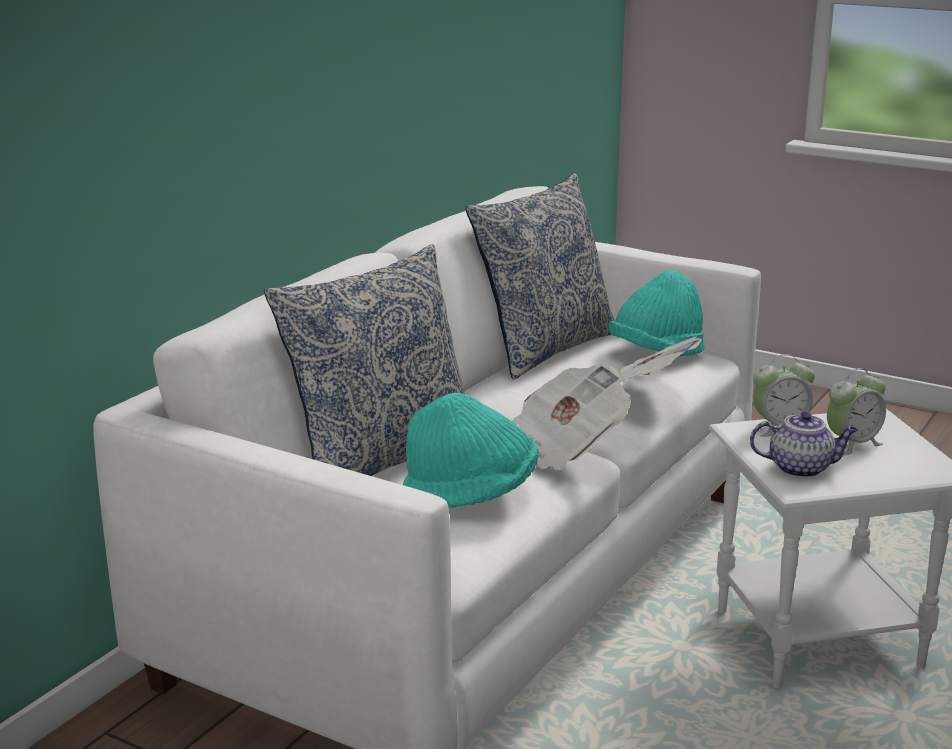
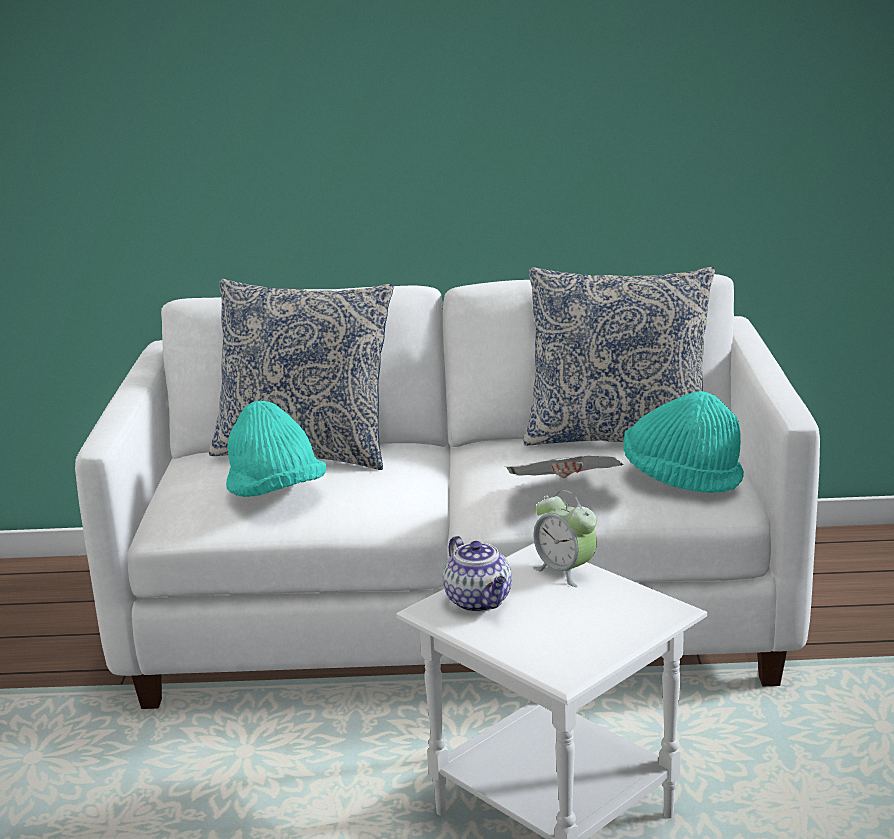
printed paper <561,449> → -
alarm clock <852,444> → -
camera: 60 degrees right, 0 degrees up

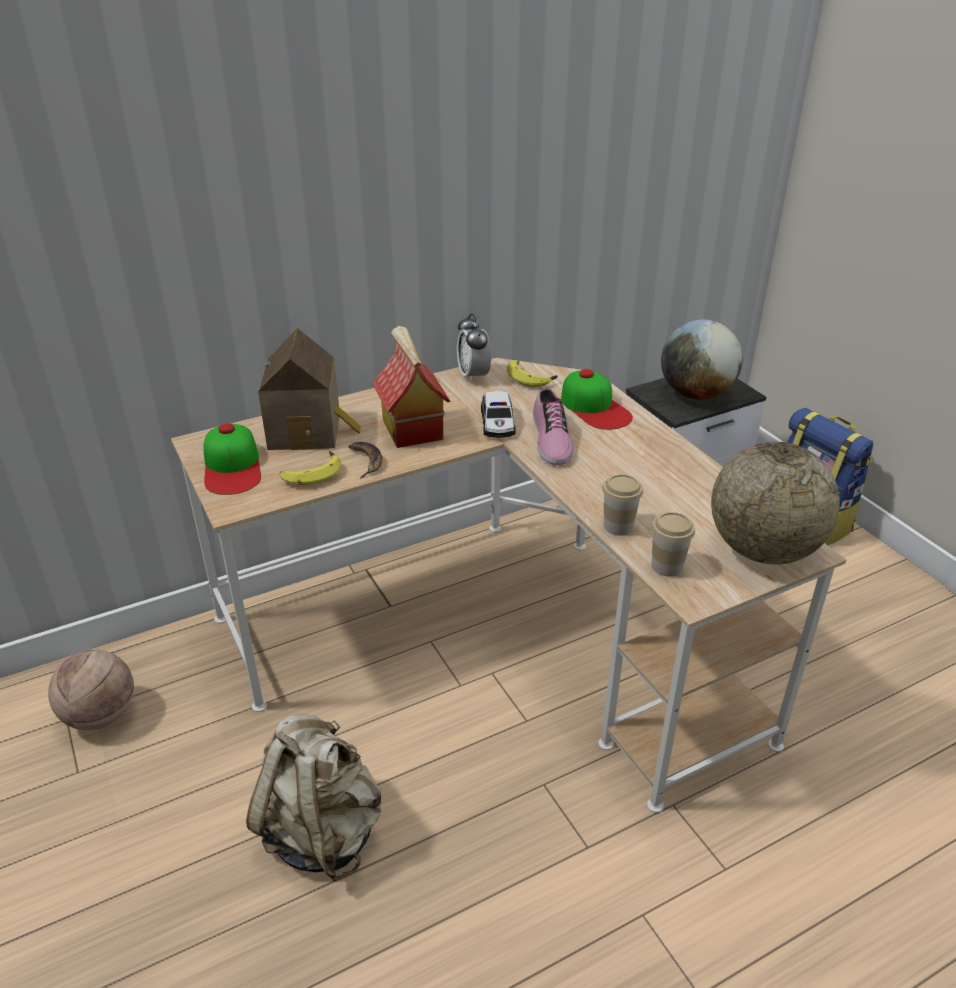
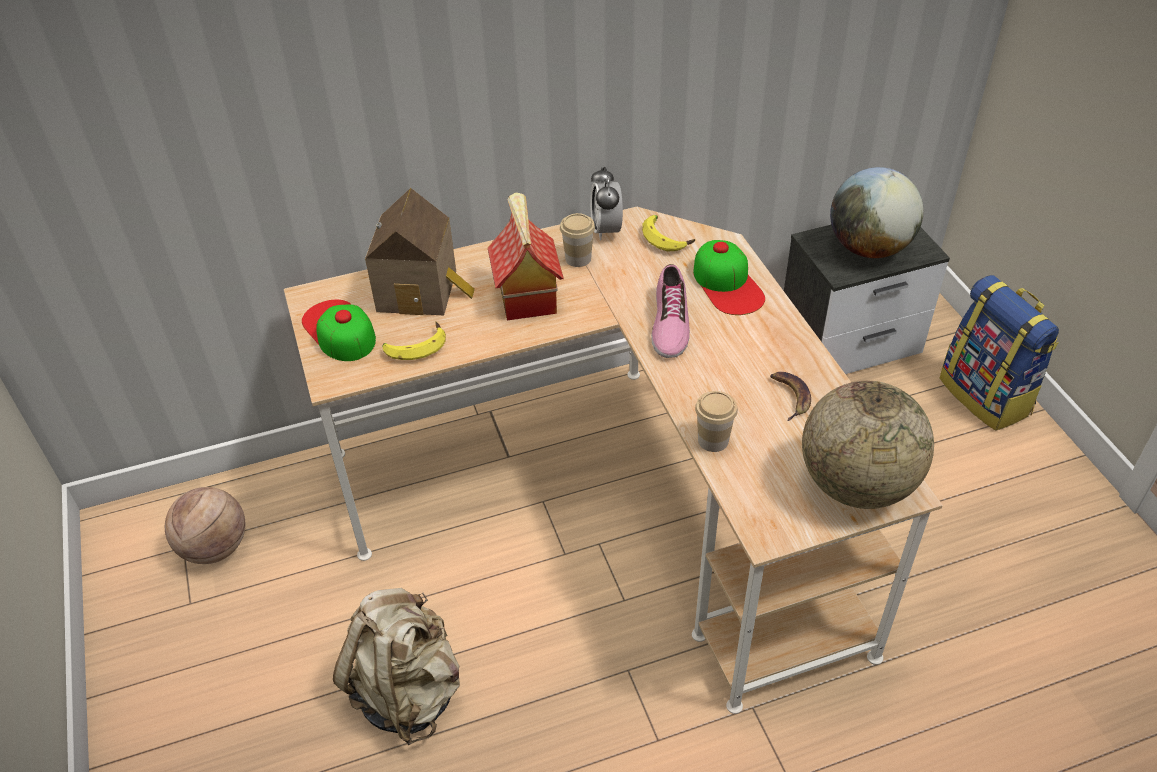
miniature car <497,423> → -
cap <232,467> → cap <339,330>, 150 degrees clockwise
banana <365,461> → banana <790,396>, move
cup <667,566> → cup <578,258>, move
camera: 10 degrees right, 10 degrees up

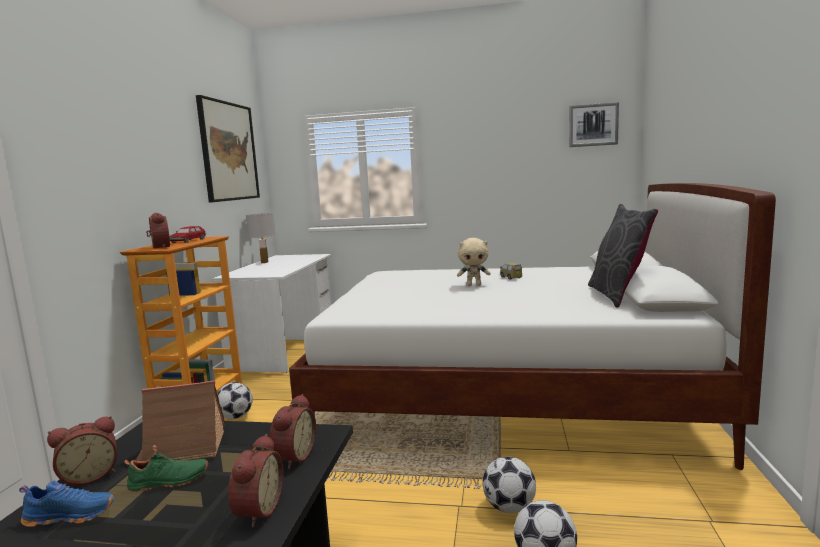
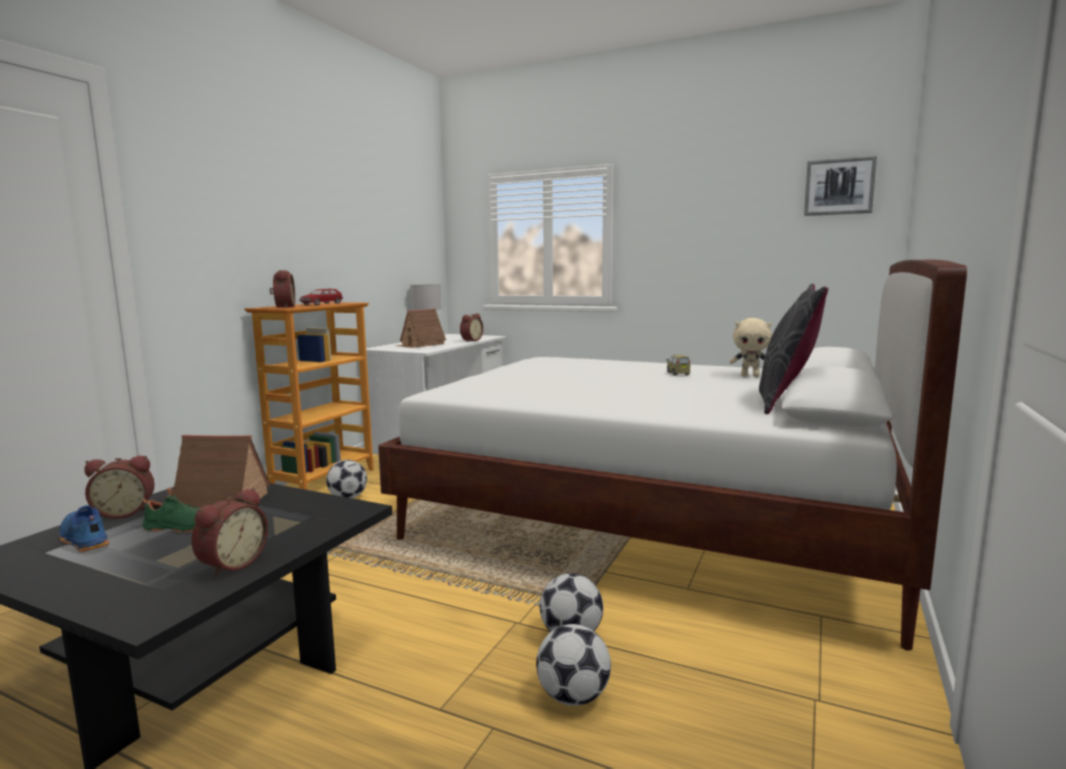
wall picture <228,151> → -
sand-coloured plush toy <474,285> → sand-coloured plush toy <750,376>, move
alarm clock <292,457> → alarm clock <470,340>, move
blue-coloured item of footwear <71,515> → blue-coloured item of footwear <83,540>, 150 degrees counterclockwise
- → model house <421,345>
camera: 15 degrees right, 0 degrees up

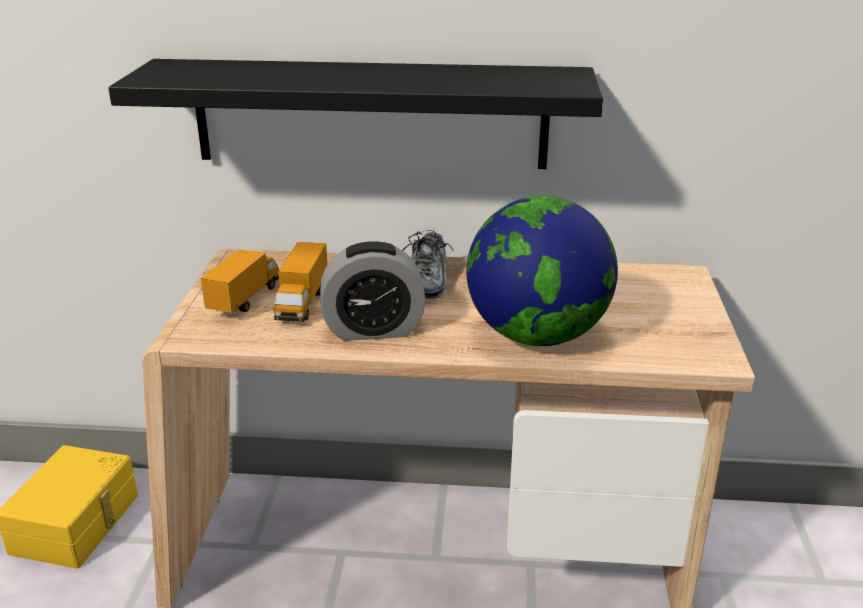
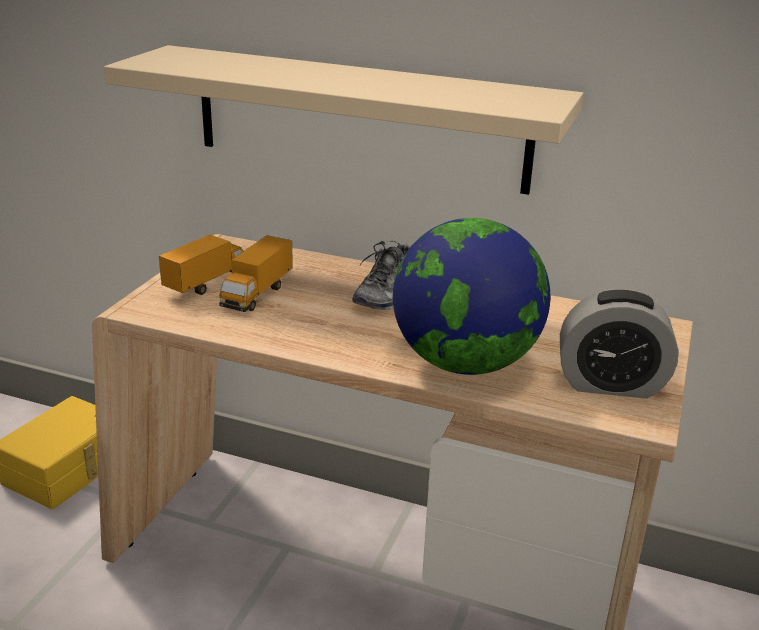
black bracket shelf <370,114> → sand-coloured bracket shelf <359,118>
alarm clock <373,330> → alarm clock <610,384>, move
camera: 15 degrees right, 0 degrees up

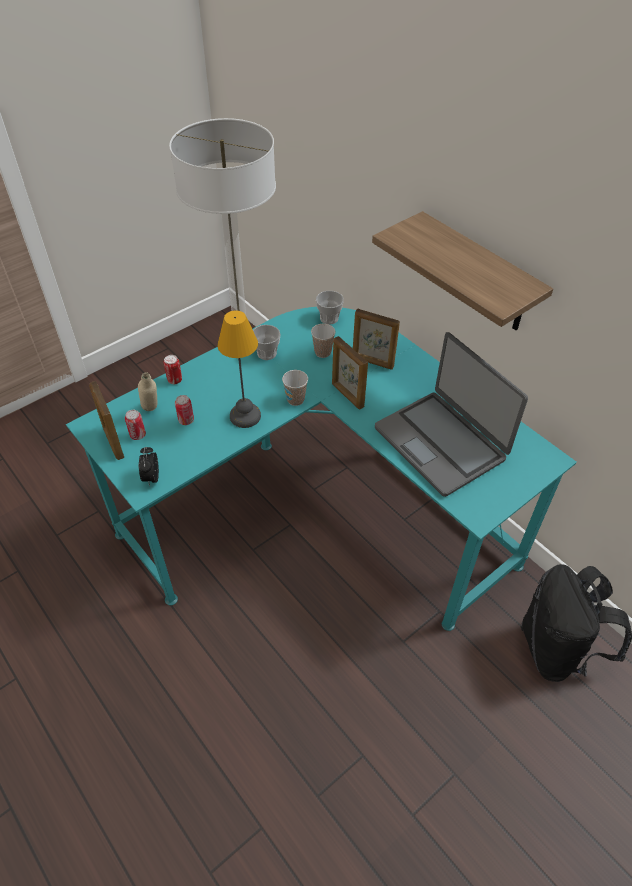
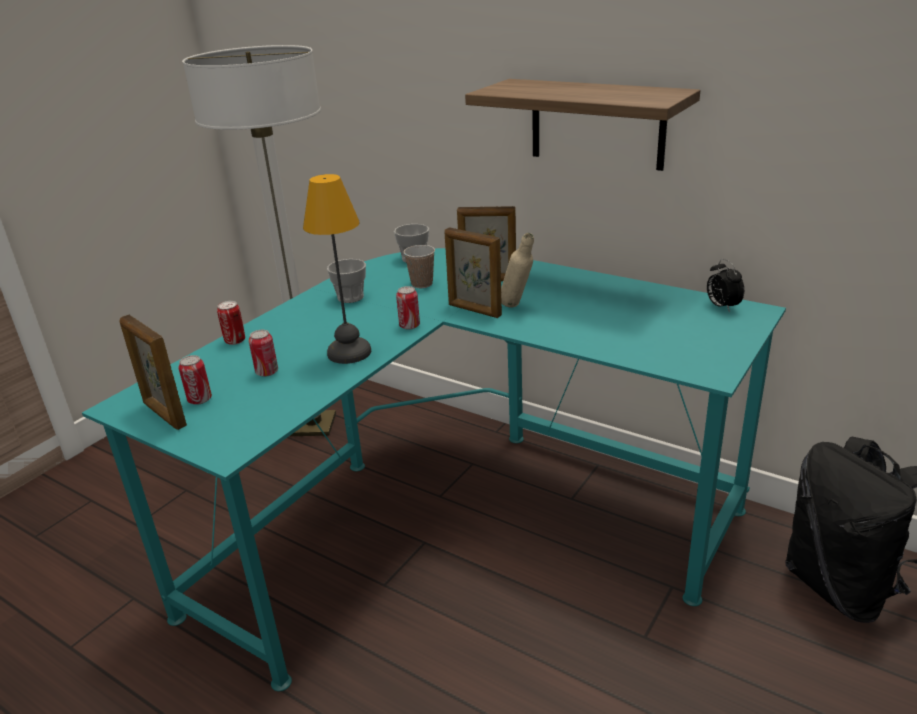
laptop <441,442> → -
cup <295,399> → metal can <409,326>
sand-coloured drink bottle <152,412> → sand-coloured drink bottle <517,307>, move
alarm clock <151,477> → alarm clock <721,307>, move
camera: 15 degrees left, 20 degrees down

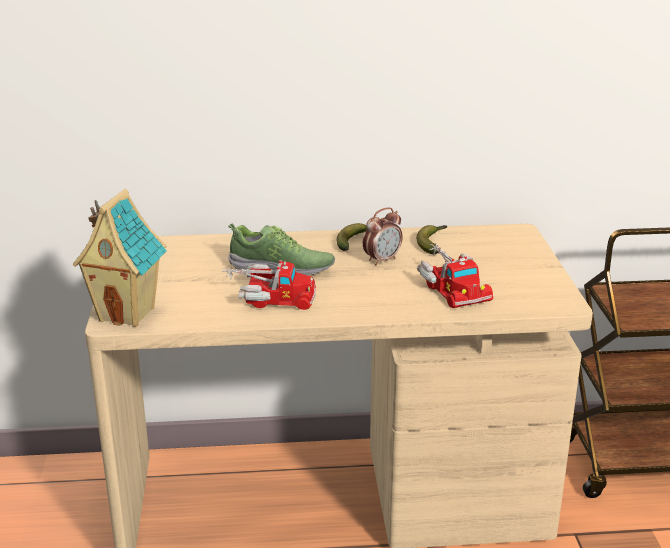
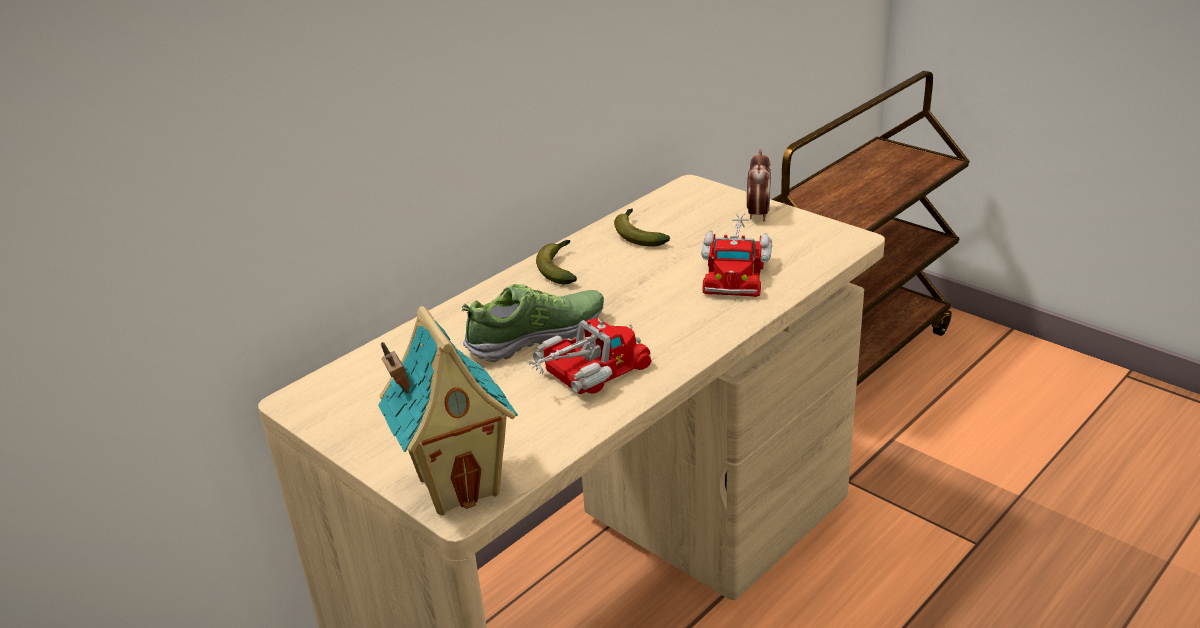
alarm clock <382,260> → alarm clock <758,214>, move
toy lorry <452,287> → toy lorry <735,271>, 75 degrees clockwise
camera: 40 degrees left, 5 degrees up

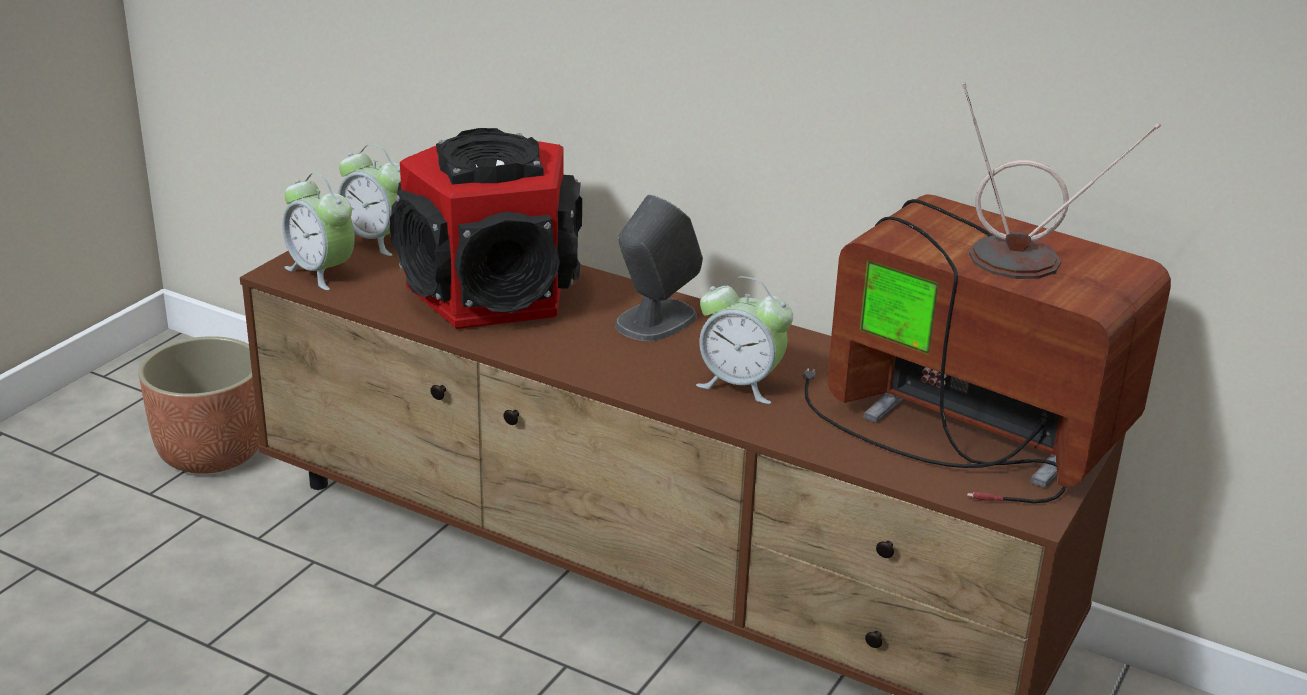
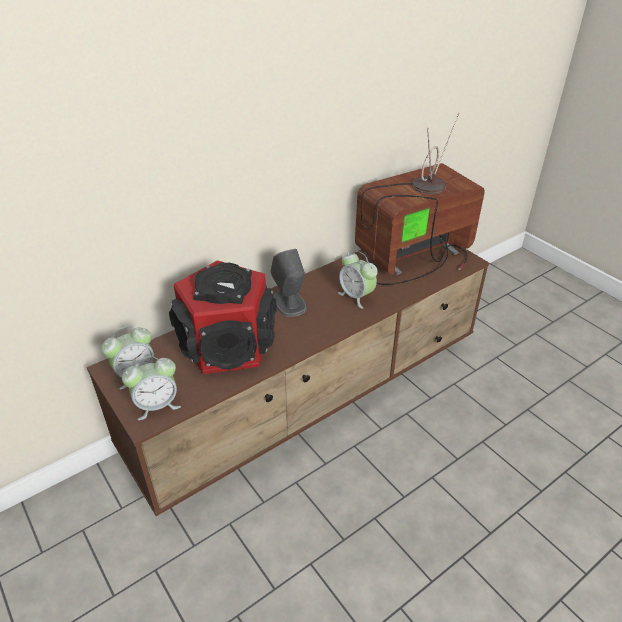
alarm clock <740,384> → alarm clock <356,296>, 90 degrees clockwise
flower pot <212,452> → -
camera: 65 degrees left, 10 degrees up

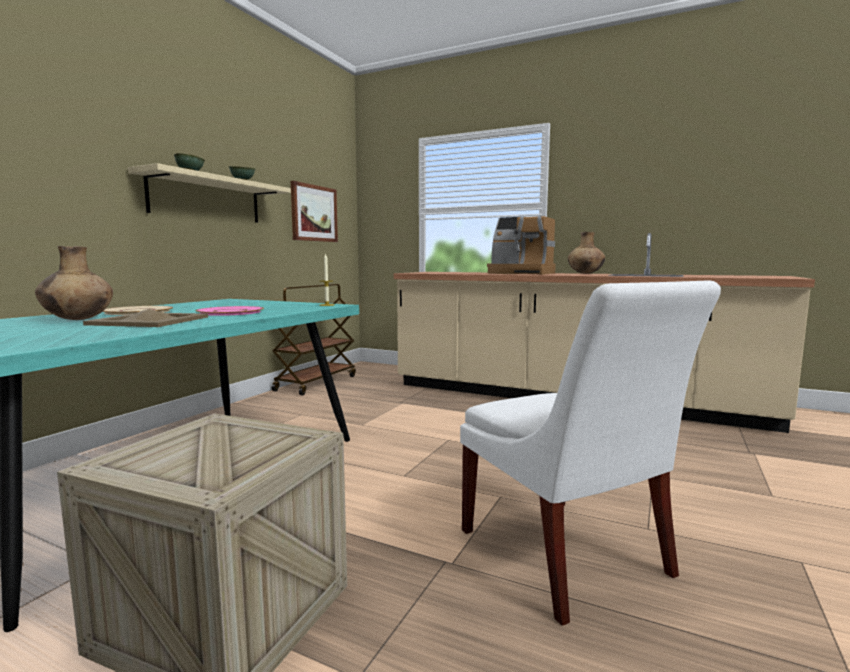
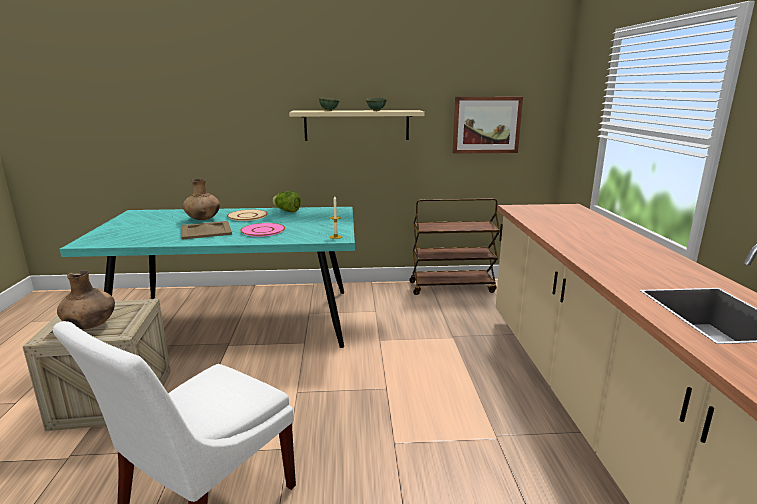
coffee machine <521,273> → -
brown-coloured flower vase <585,273> → brown-coloured flower vase <91,326>, move
- → lettuce <287,211>
camera: 60 degrees right, 10 degrees up

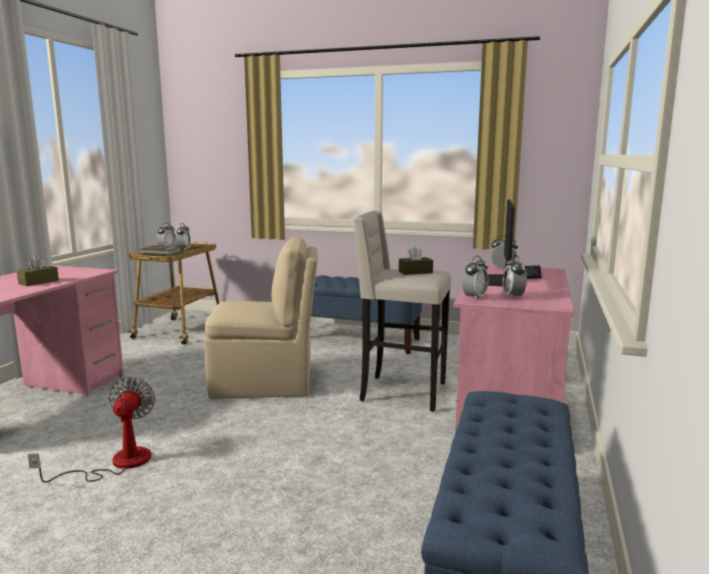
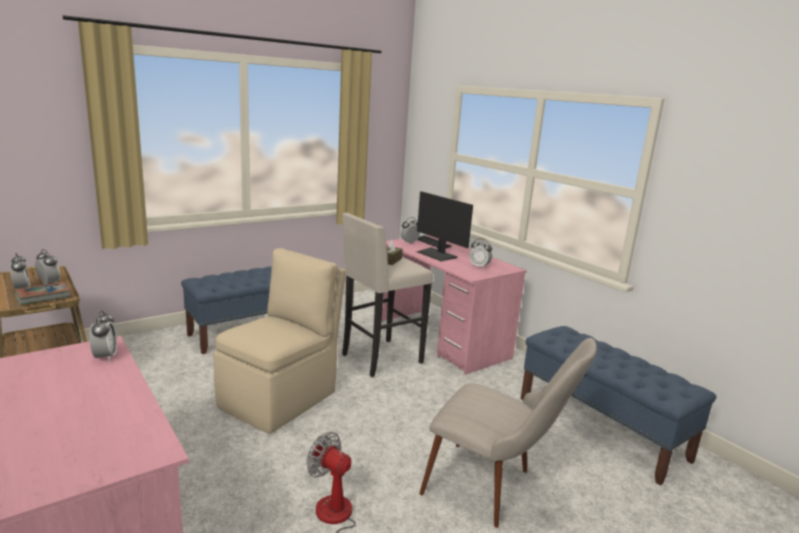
brown-coloured tissue box <38,282> → -
alarm clock <474,298> → alarm clock <105,357>, move
- → sand-coloured upright chair <494,490>
camera: 55 degrees left, 5 degrees up

